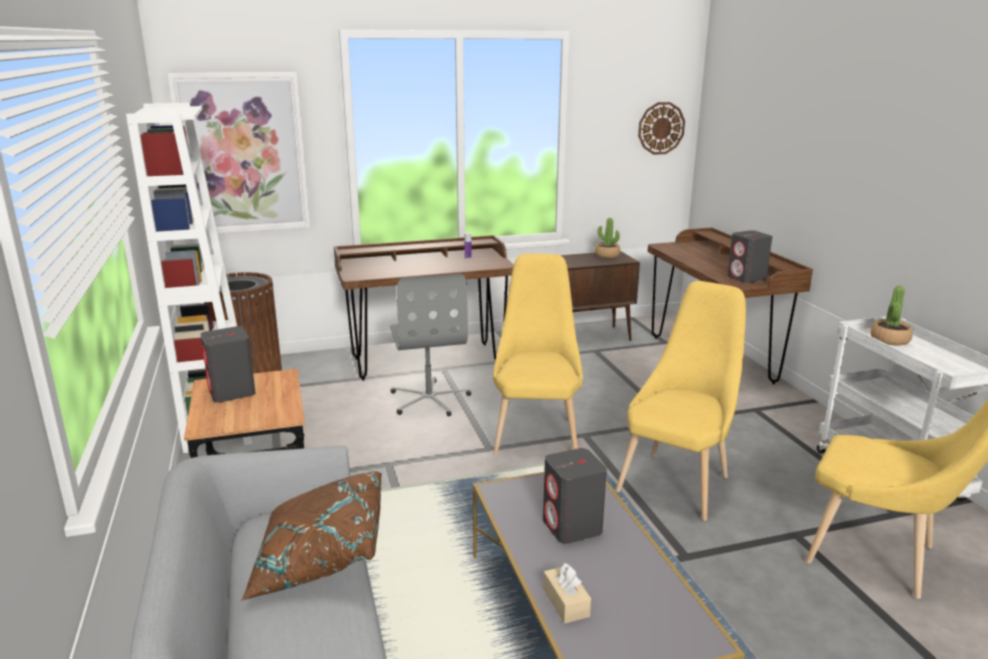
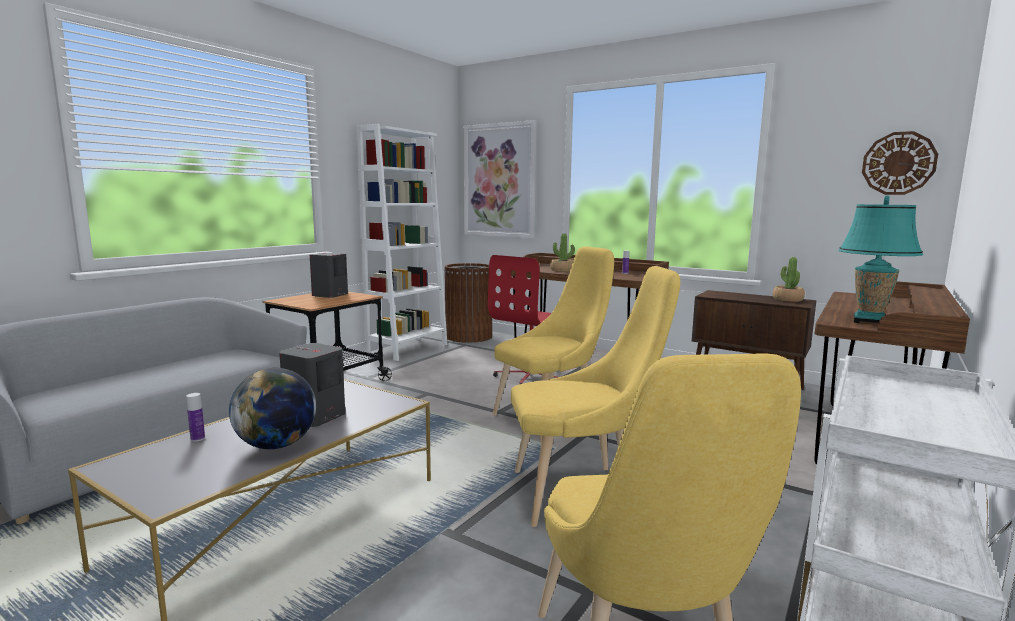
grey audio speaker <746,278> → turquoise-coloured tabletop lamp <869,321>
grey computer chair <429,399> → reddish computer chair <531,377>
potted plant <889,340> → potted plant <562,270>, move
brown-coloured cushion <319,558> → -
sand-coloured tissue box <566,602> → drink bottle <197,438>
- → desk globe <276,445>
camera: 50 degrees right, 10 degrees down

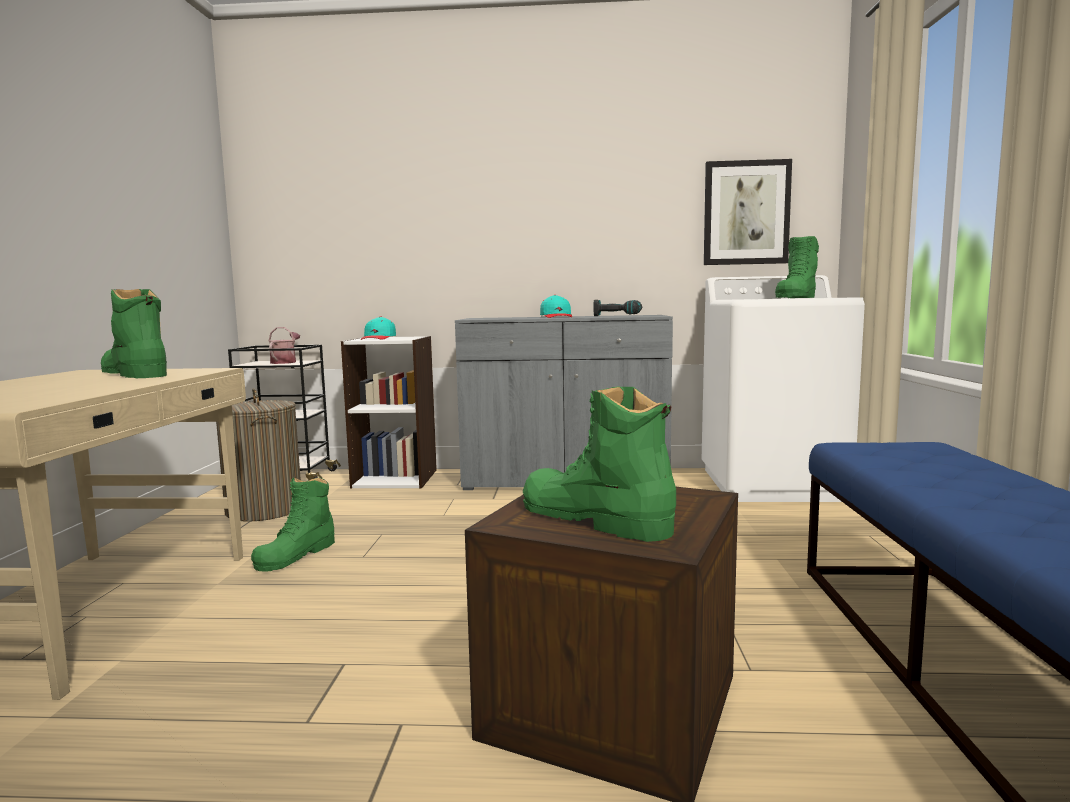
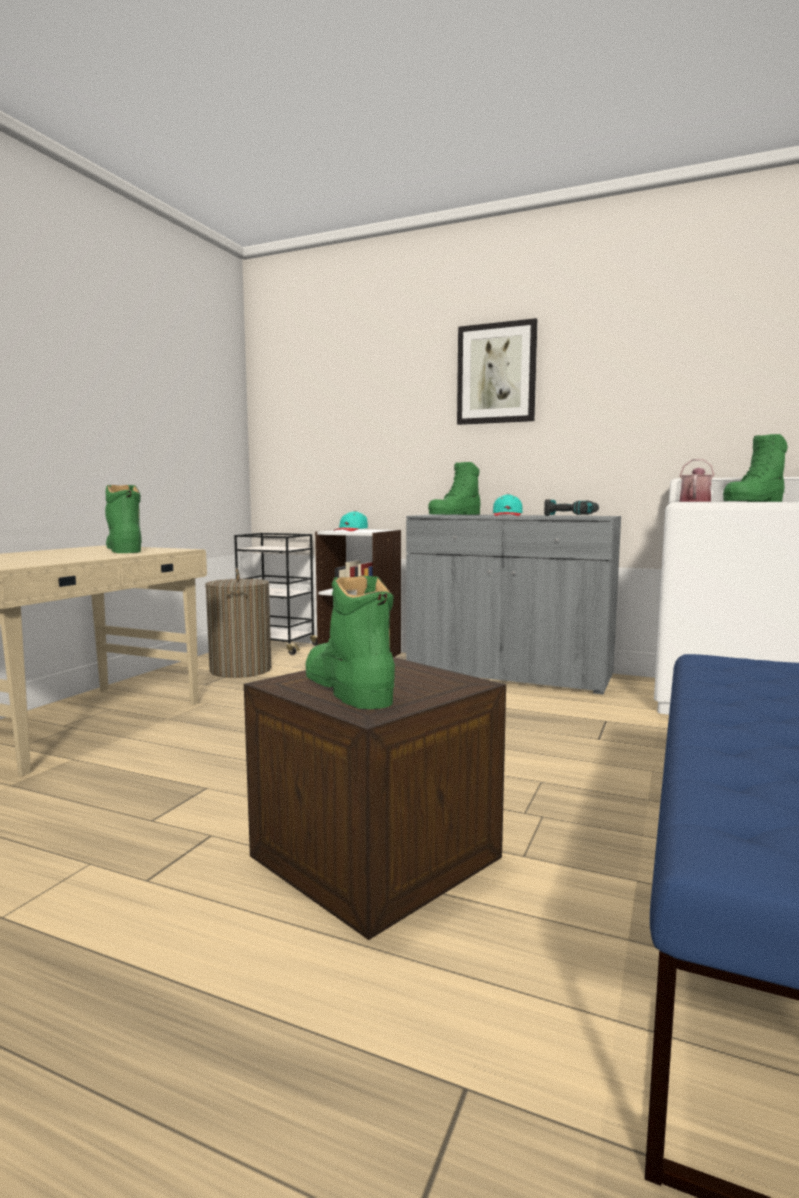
wall picture <746,213> → wall picture <496,374>, move
sprinkling can <285,362> → sprinkling can <695,501>, move
greenish boot <296,555> → greenish boot <455,514>, move
camera: 20 degrees right, 0 degrees up

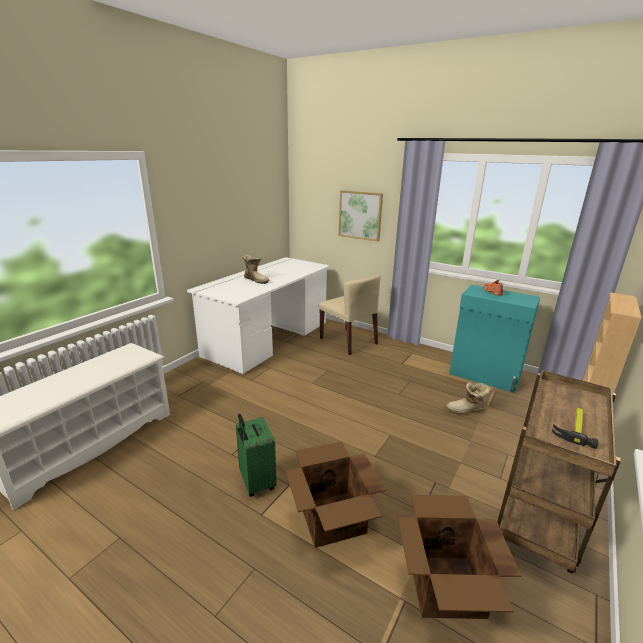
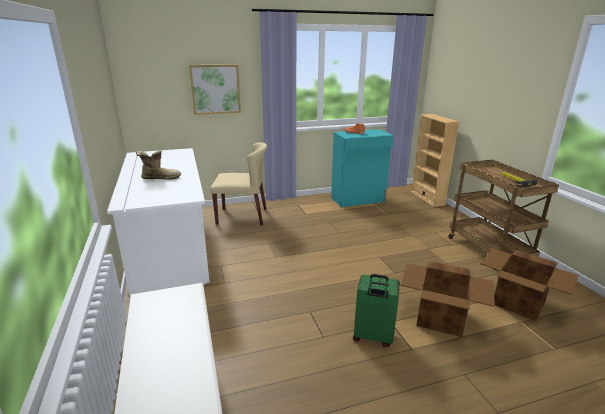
boot <466,410> → -
camera: 50 degrees left, 0 degrees up

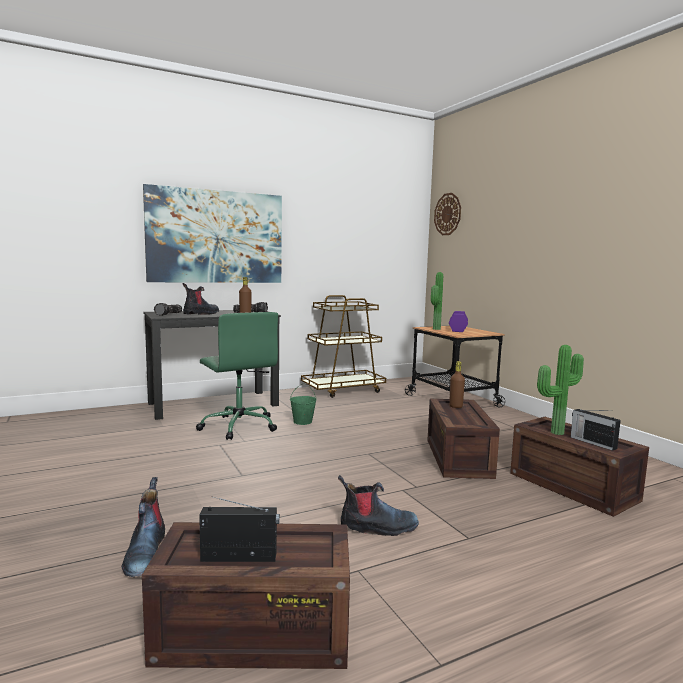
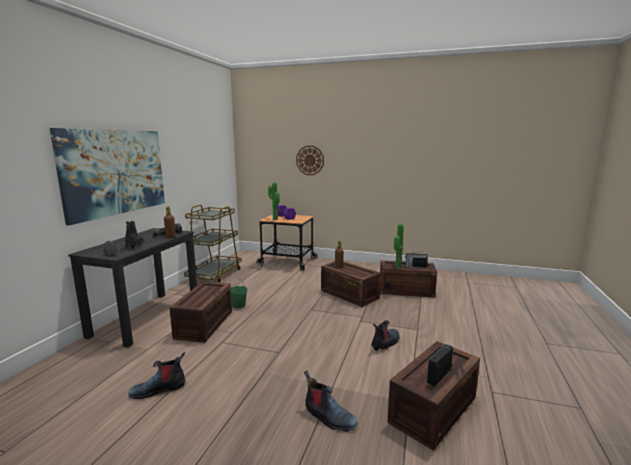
hanging clock <447,214> → hanging clock <310,160>, move
greenish computer chair <239,426> → shipping crate <205,325>
- → boot <159,389>
camera: 45 degrees left, 5 degrees up

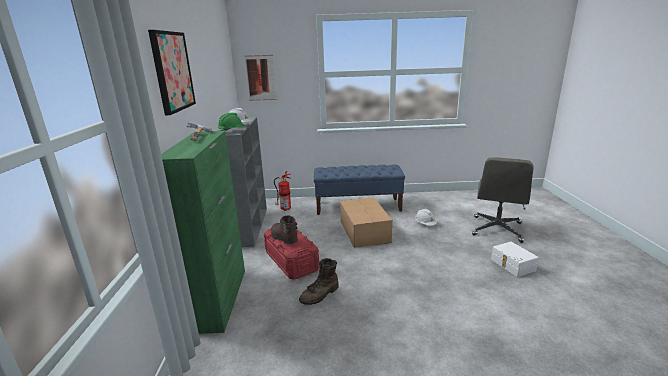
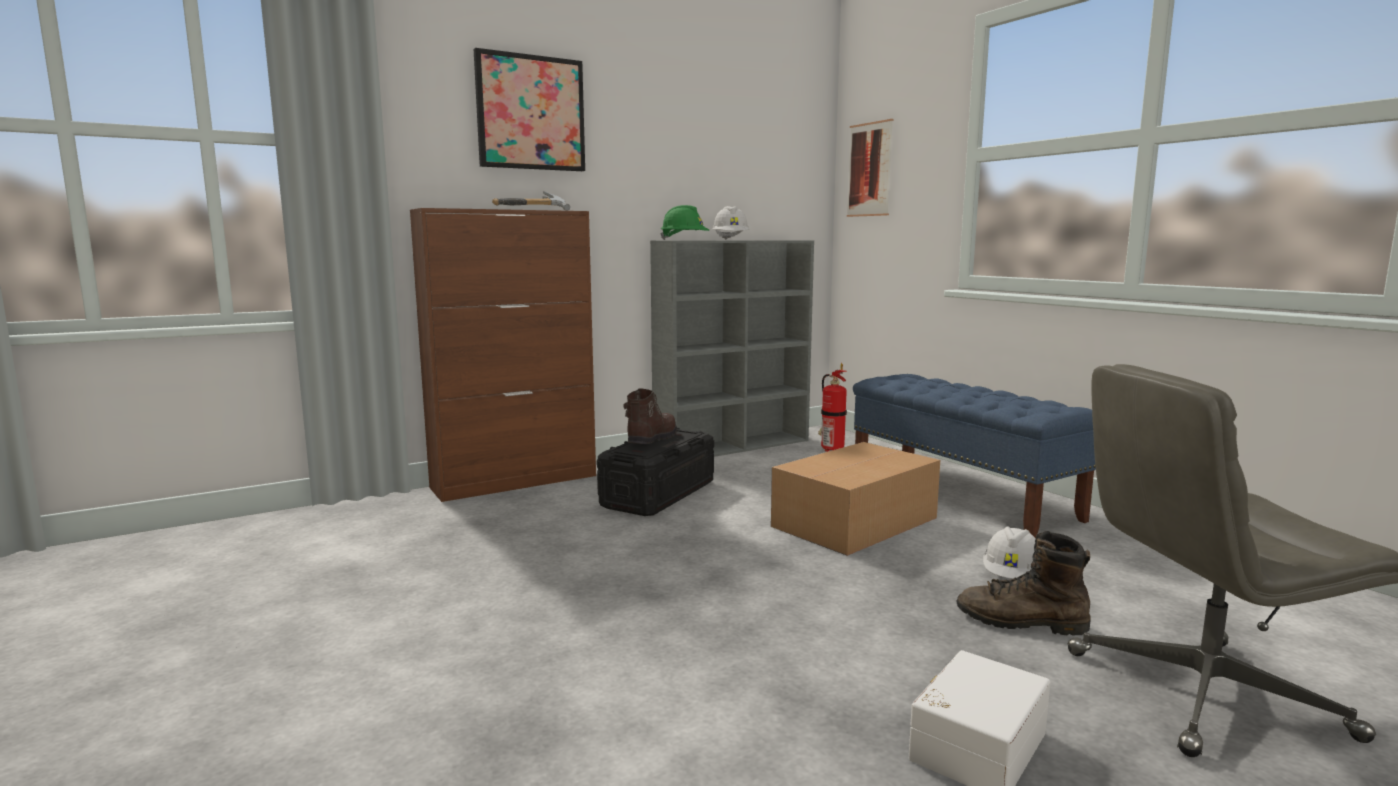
greenish storage cabinet <221,298> → brown-coloured storage cabinet <515,481>
reddish storage container <291,261> → black storage container <658,494>
brown-coloured boot <320,295> → brown-coloured boot <1021,622>, move
camera: 60 degrees right, 10 degrees down

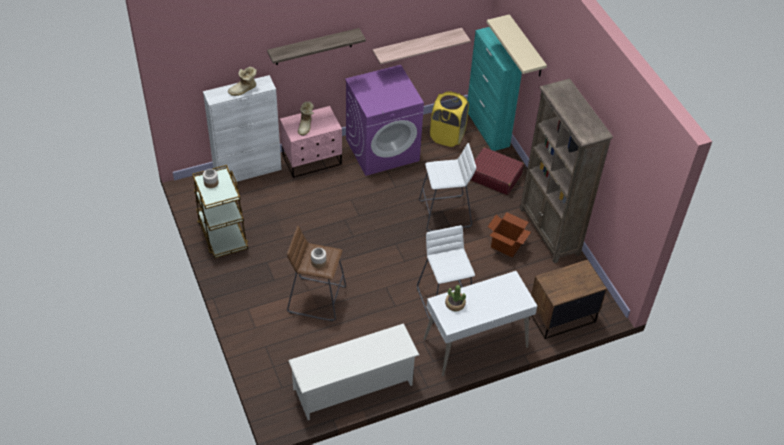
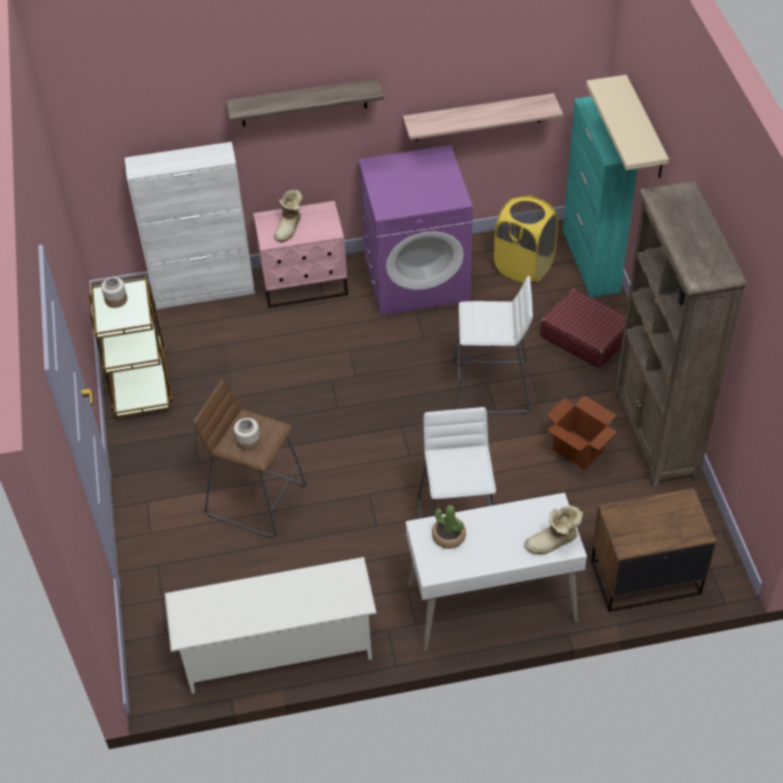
boot <244,90> → boot <553,543>, move
camera: 15 degrees right, 0 degrees up

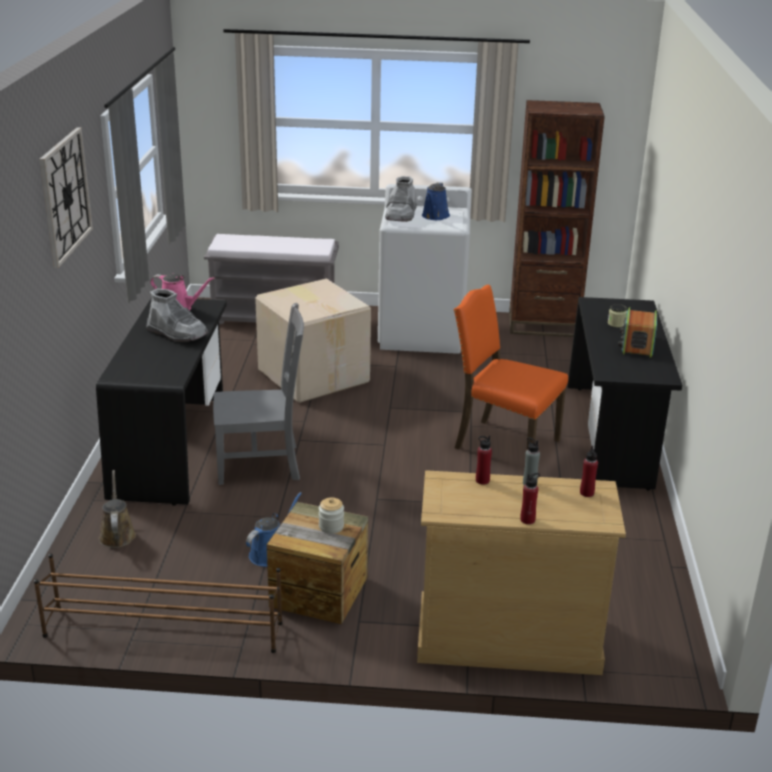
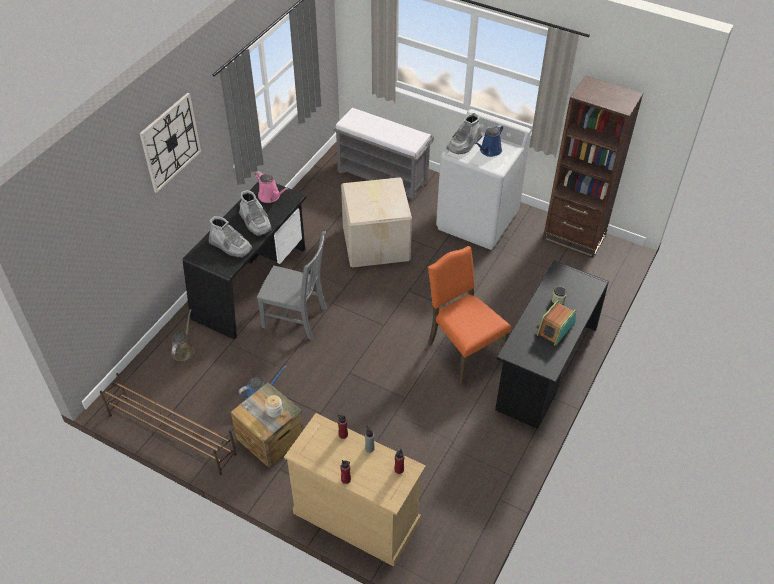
- → grey boot <231,246>
camera: 25 degrees right, 20 degrees up

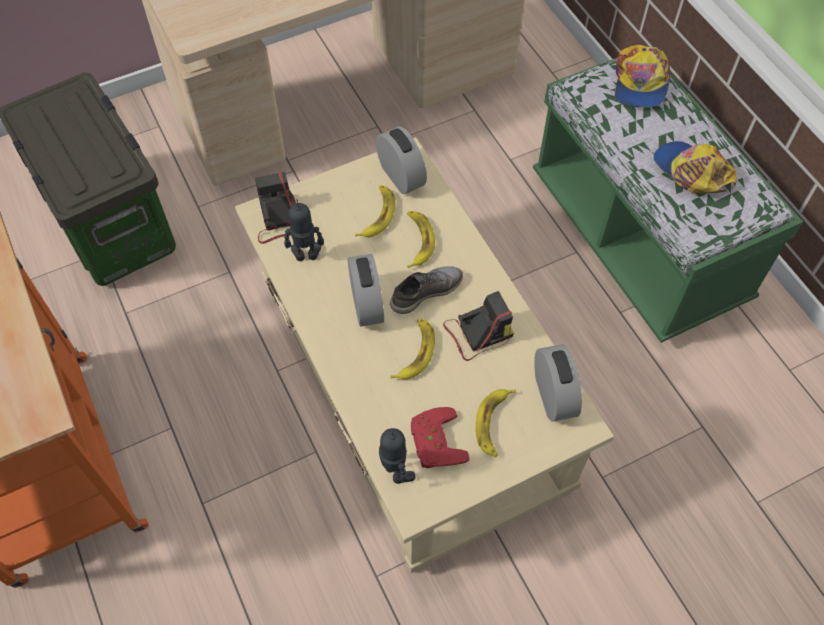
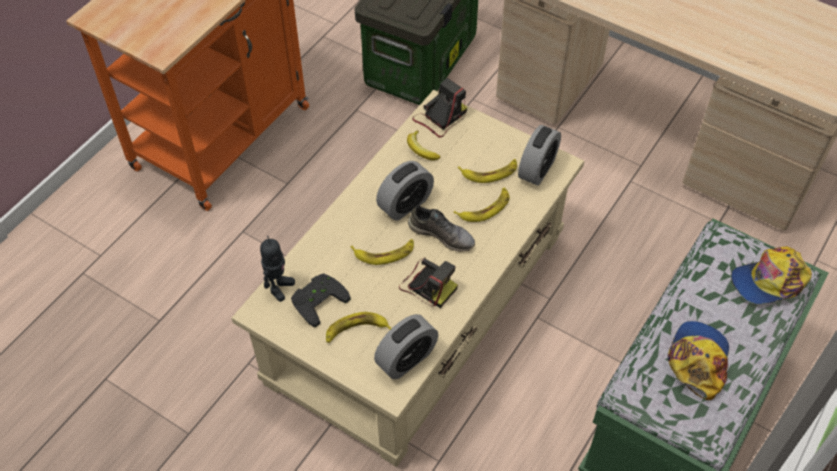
robot figure <306,256> → banana <421,149>
reddish joypad <433,441> → black joypad <317,299>
camera: 60 degrees right, 5 degrees down

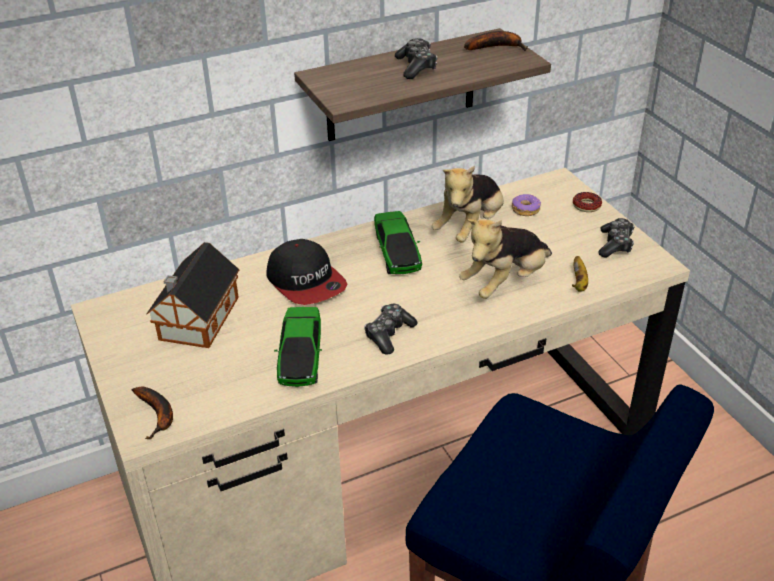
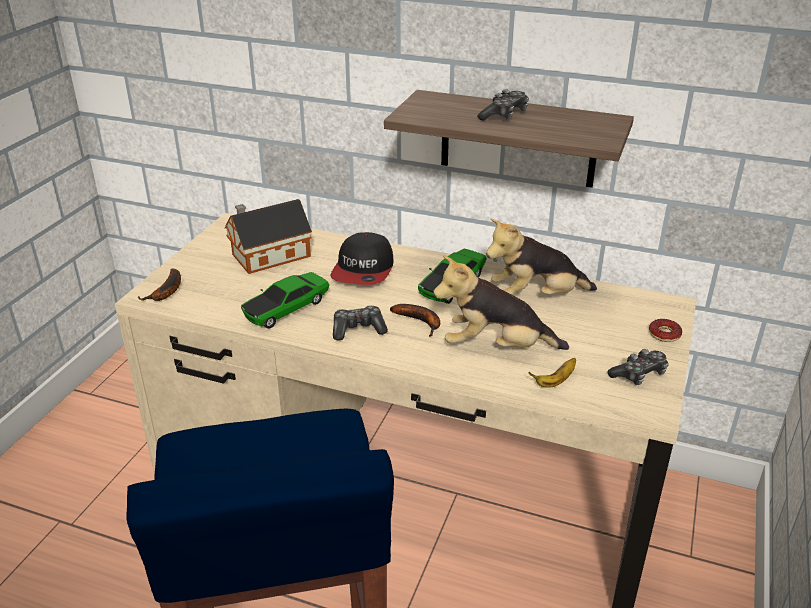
banana <496,47> → banana <421,322>, move
ring doughnut <525,209> → -
camera: 45 degrees right, 5 degrees down

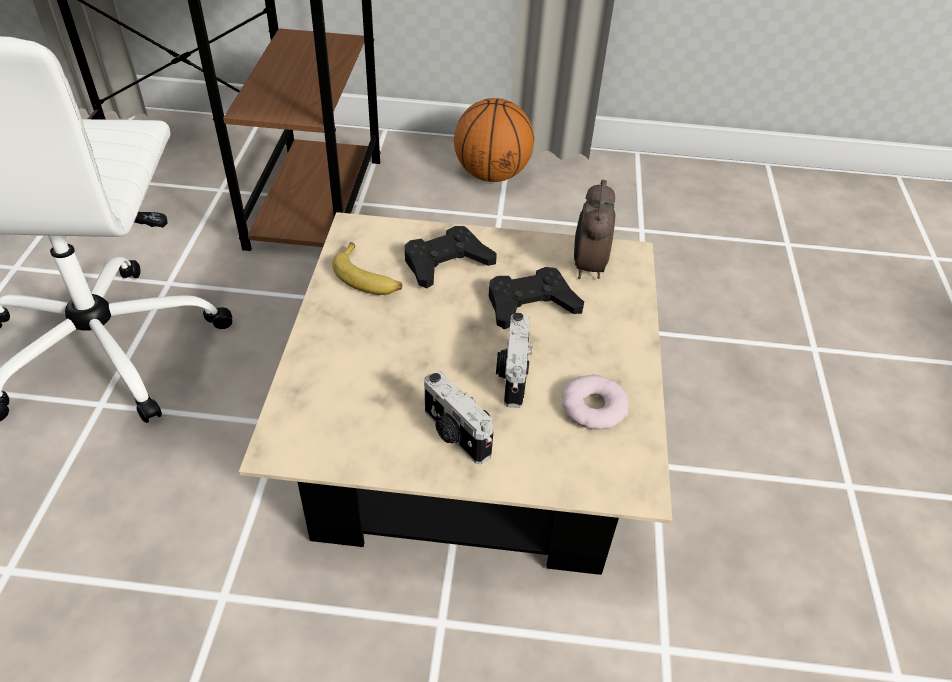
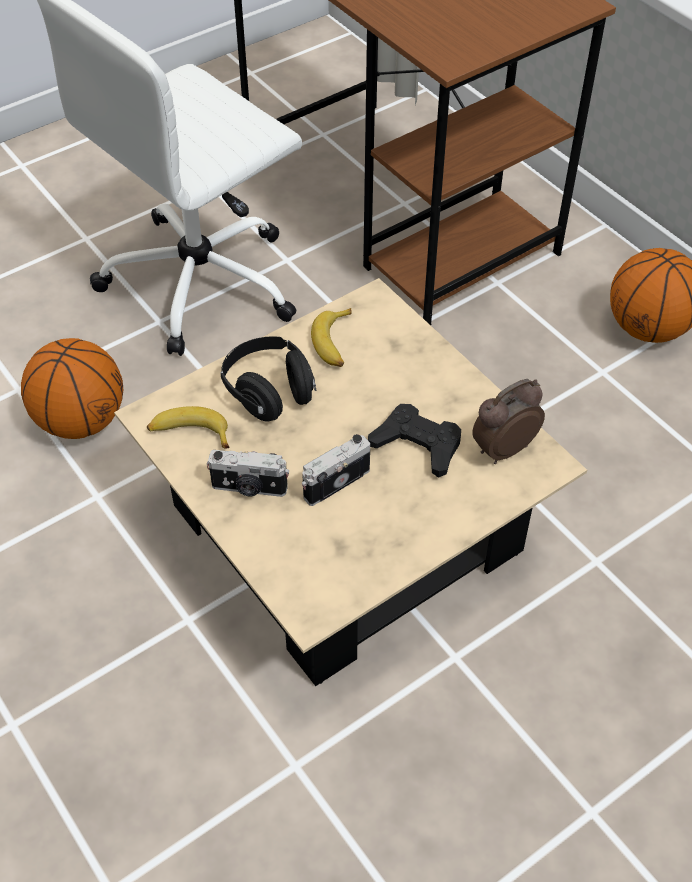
black joypad <446,263> → -
still camera <454,434> → still camera <249,488>, 90 degrees counterclockwise
ring doughnut <593,407> → -
- → black headset <269,392>
- → basketball ball <81,421>
- → banana <189,433>
camera: 50 degrees right, 5 degrees up

